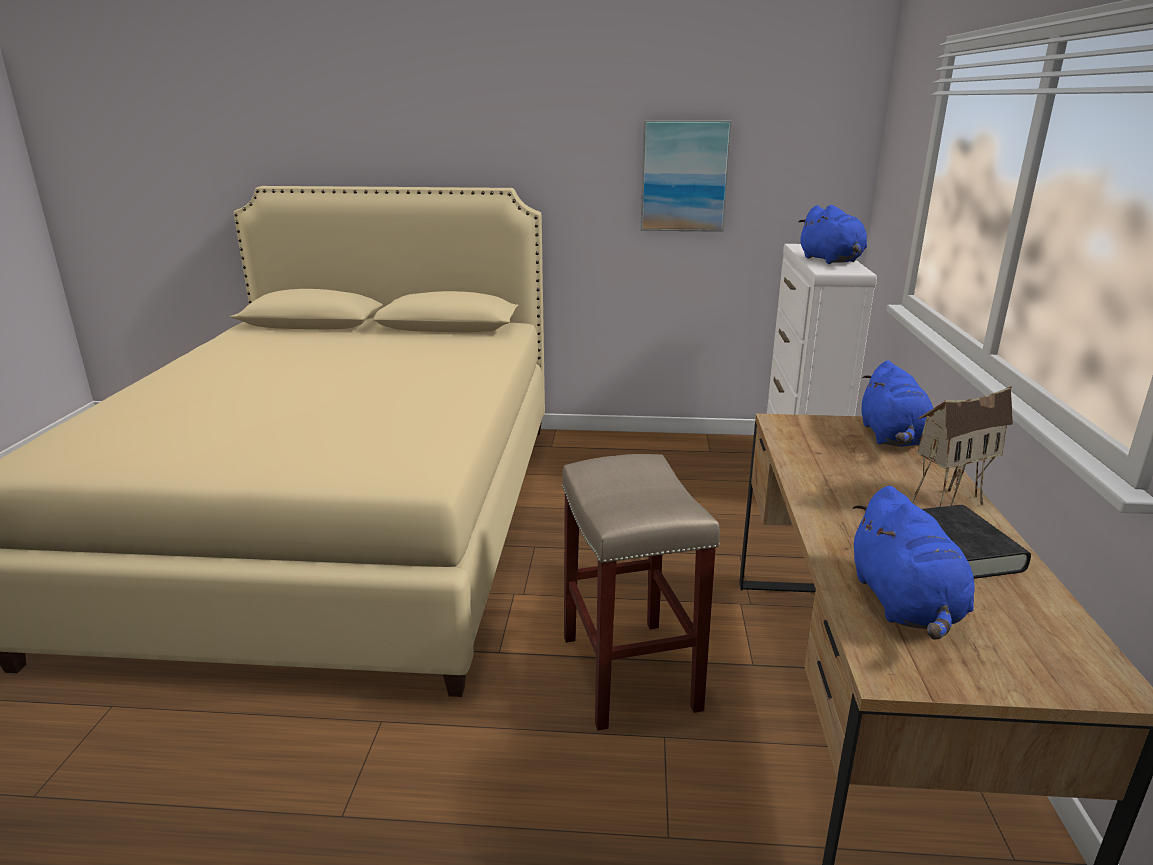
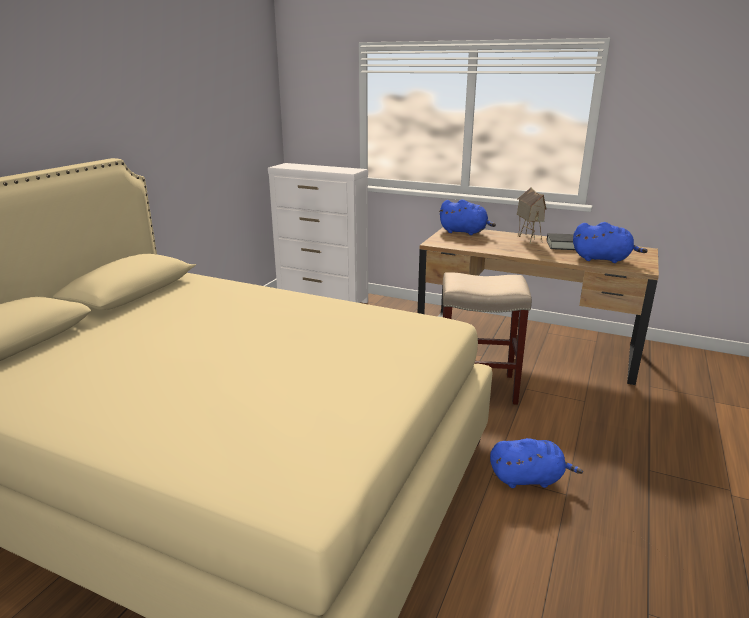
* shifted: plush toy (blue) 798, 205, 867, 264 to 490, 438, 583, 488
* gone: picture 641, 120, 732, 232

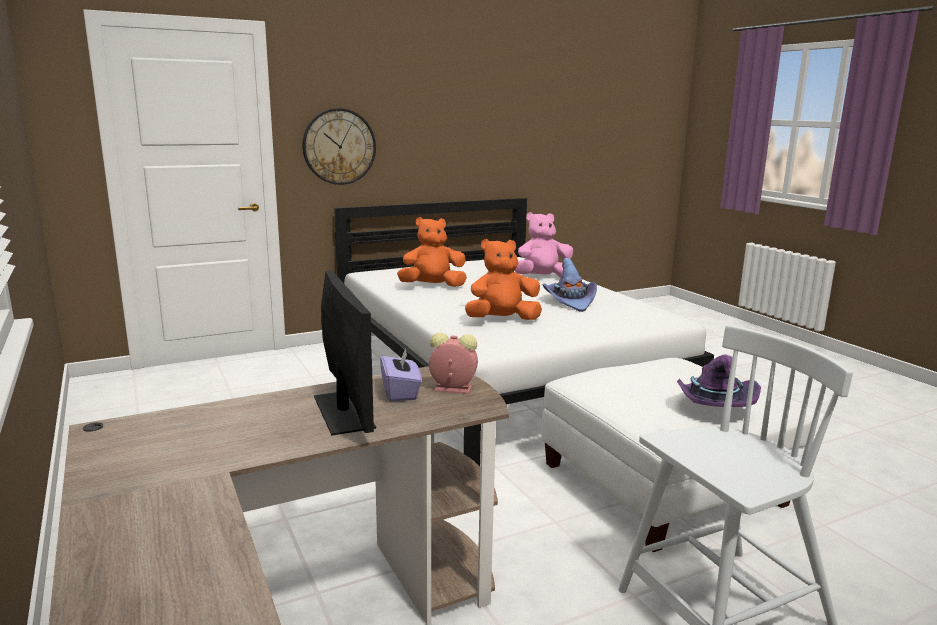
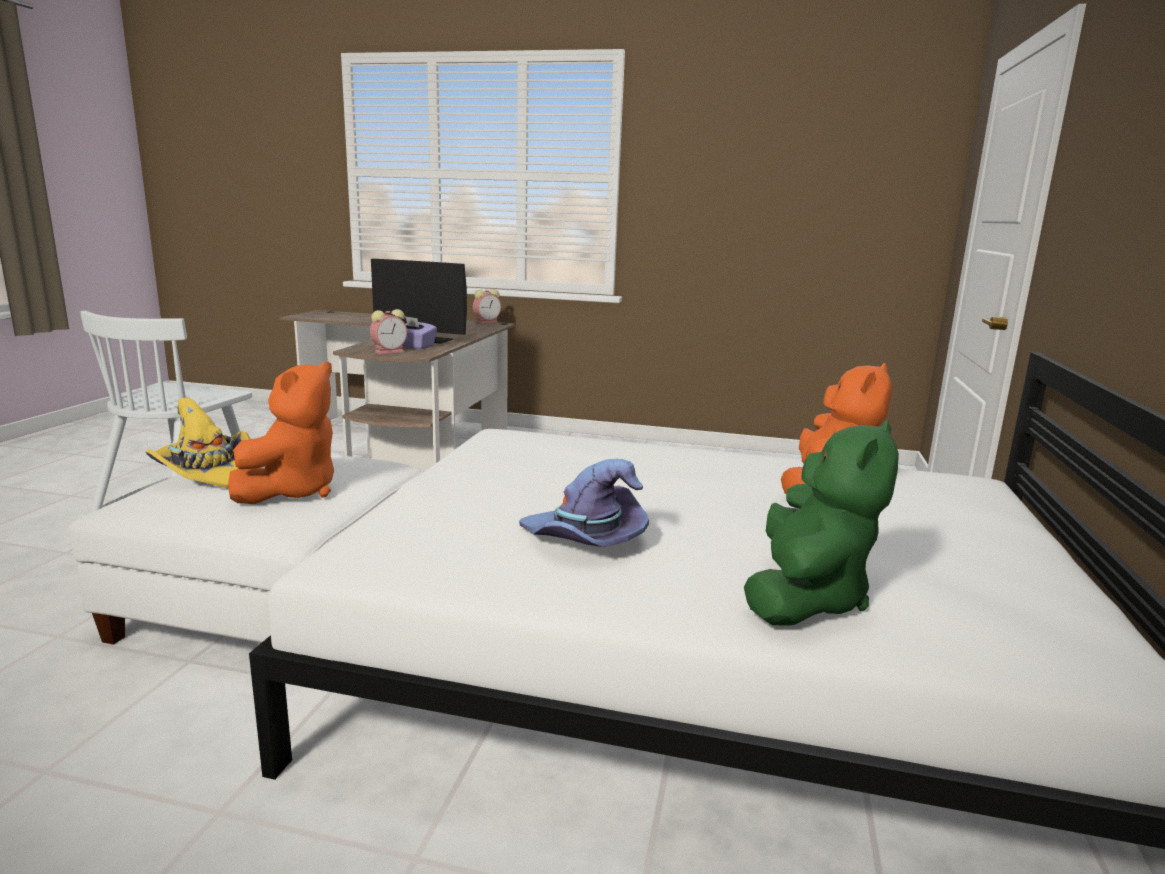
* repainted: hat (purple) 677, 354, 761, 407 to hat (yellow) 146, 398, 250, 488
* shifted: plush toy (orange) 465, 239, 542, 320 to 228, 362, 334, 504
* new: alarm clock 473, 289, 501, 324
* repainted: plush toy (pink) 514, 212, 573, 277 to plush toy (green) 744, 420, 899, 626
* gone: wall clock 302, 108, 376, 185

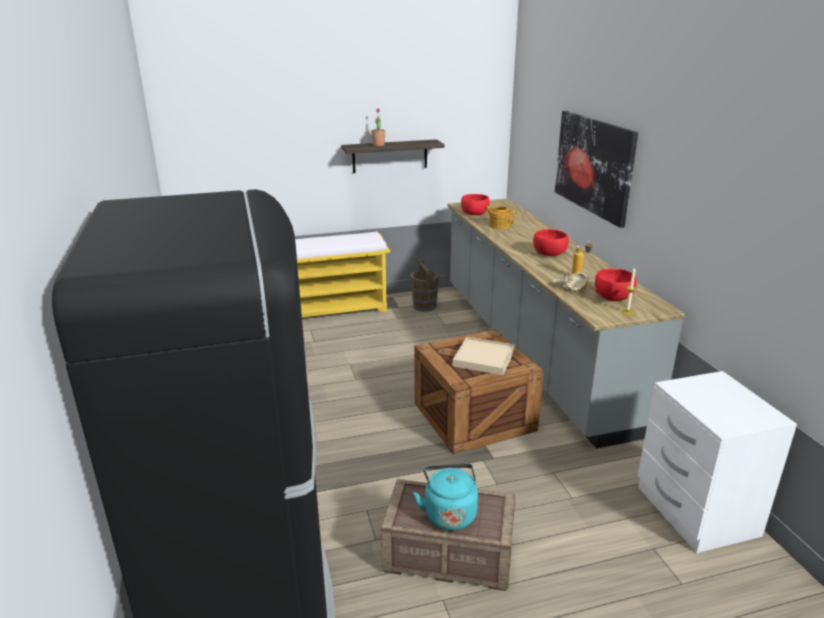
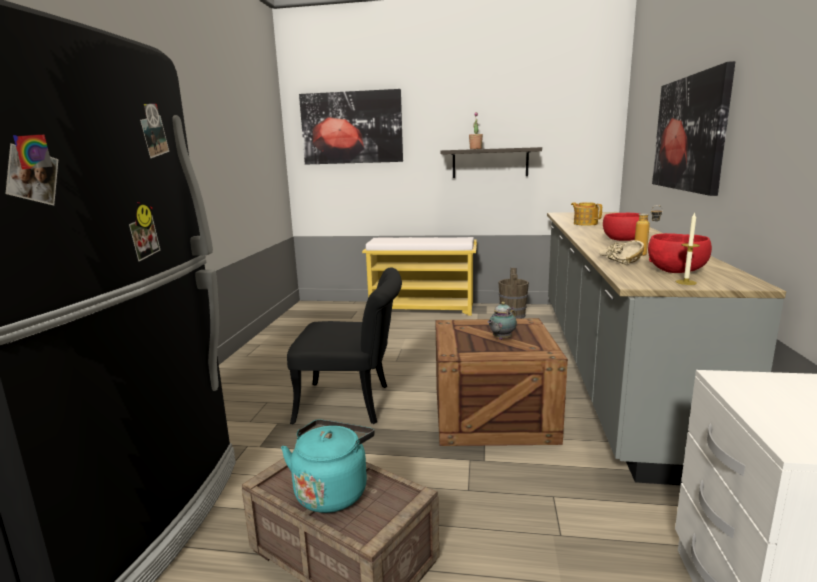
* new: chair (black) 287, 268, 402, 424
* new: picture 299, 89, 403, 165
* swapped: tray (beige) 453, 337, 515, 375 to teapot 488, 302, 517, 340
* gone: bowl (red) 461, 194, 489, 215

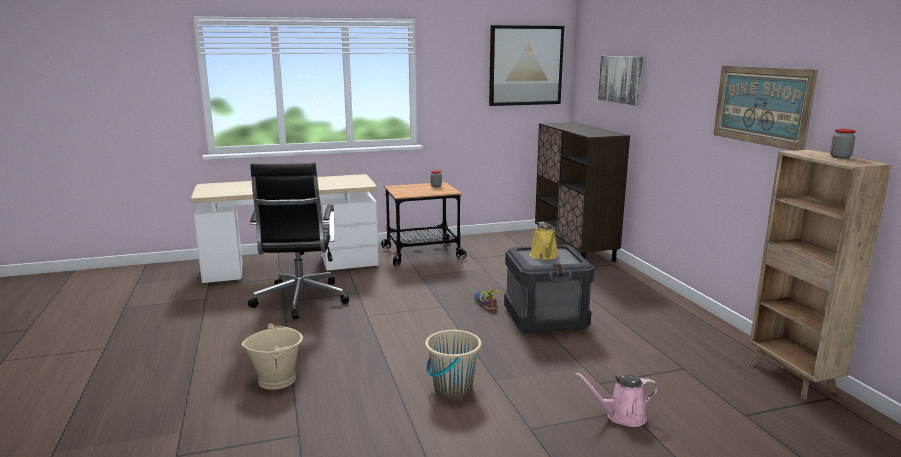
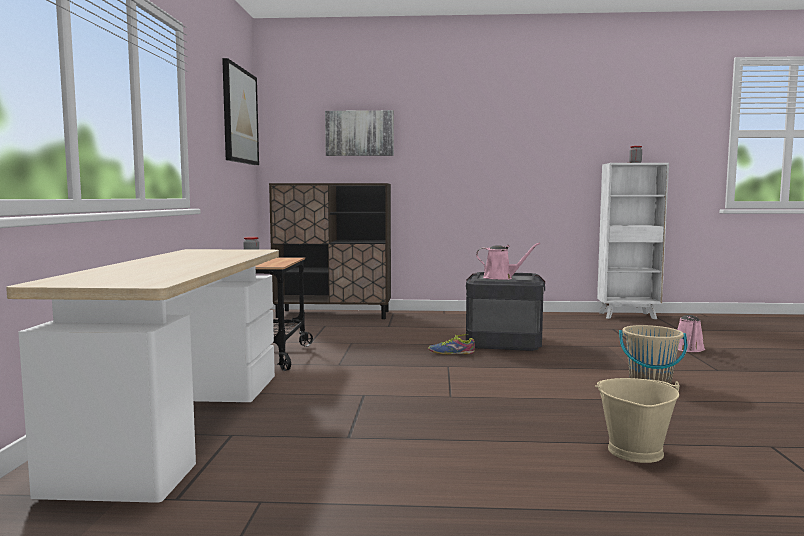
* repainted: watering can (yellow) 530, 222, 558, 260 to watering can (pink) 476, 242, 540, 280
* repainted: bookcase (brown) 749, 150, 892, 400 to bookcase (white) 597, 163, 669, 319
* gone: office chair (black) 248, 162, 349, 319
* gone: picture 713, 66, 818, 151

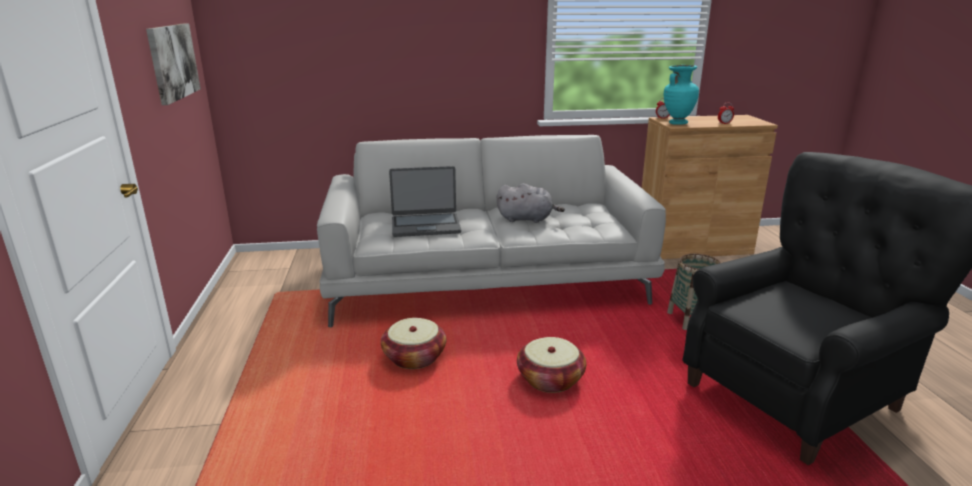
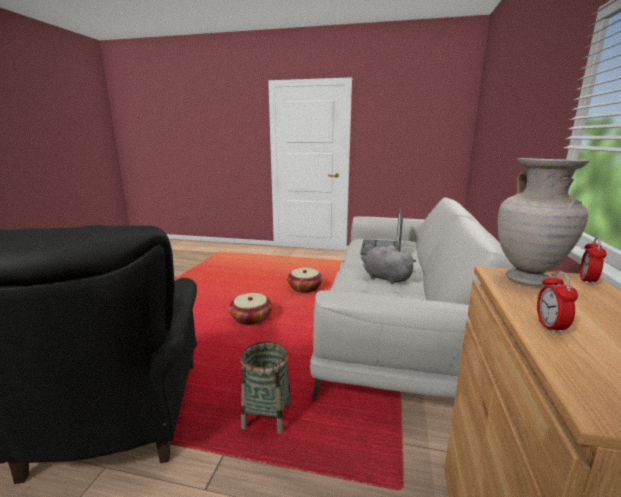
* rotated: plush toy (grey) 497, 183, 565, 223 = 362, 245, 416, 284 105 degrees clockwise
* repainted: vase (turquoise) 664, 65, 699, 125 to vase (beige) 498, 158, 590, 286
* gone: picture 146, 23, 201, 105

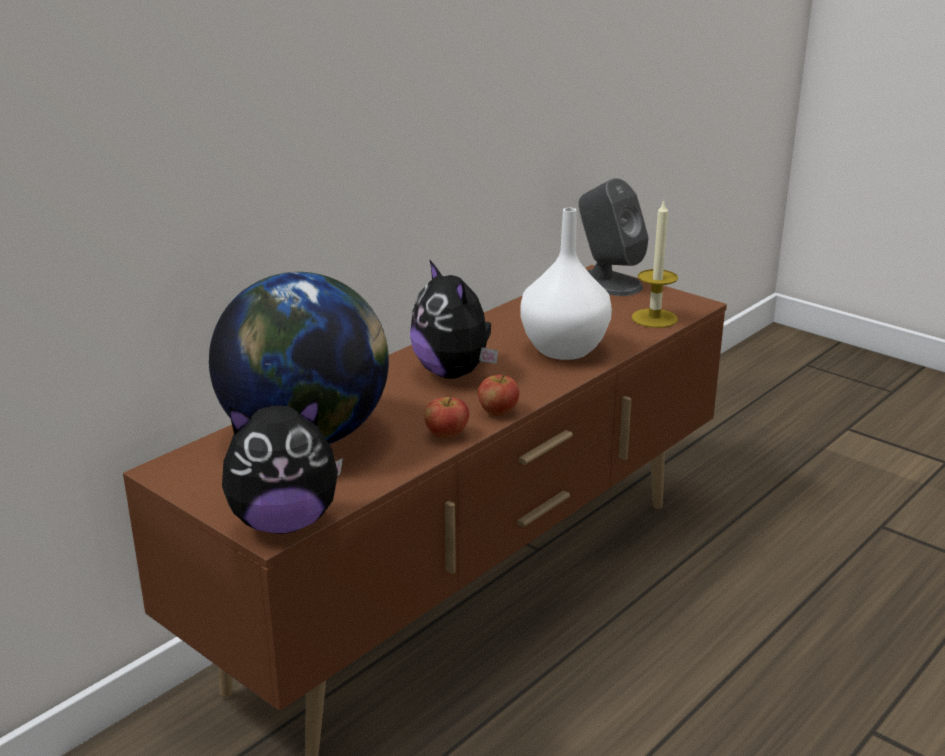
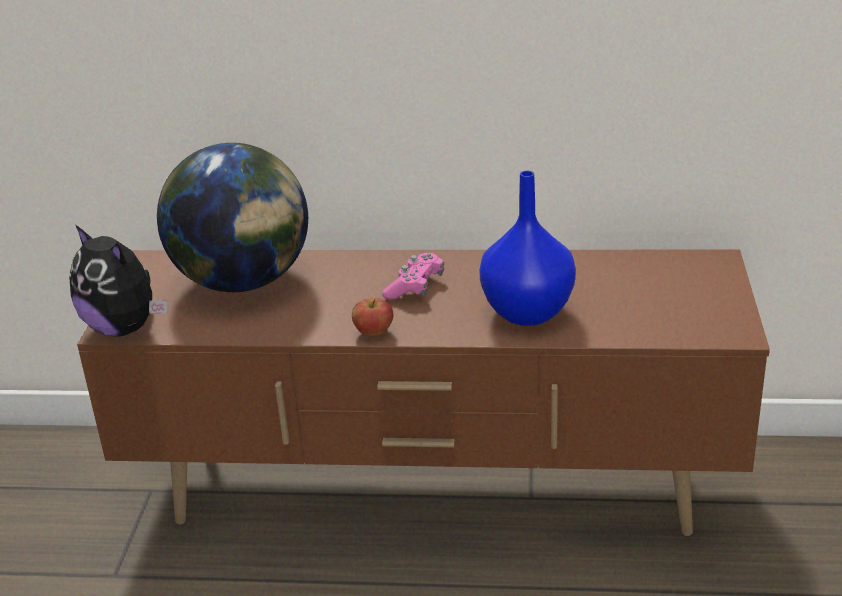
* swapped: plush toy 410, 260, 498, 379 to game controller (pink) 382, 253, 444, 300
* repainted: vase (white) 521, 208, 612, 360 to vase (blue) 479, 171, 576, 326
* gone: apple 424, 396, 469, 438
* gone: speaker (grey) 579, 178, 649, 296
* gone: candle 631, 201, 678, 328

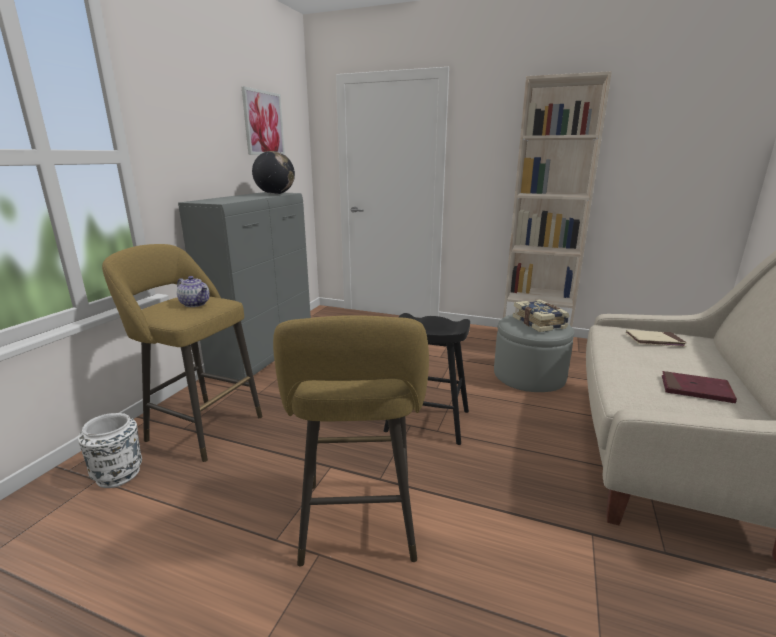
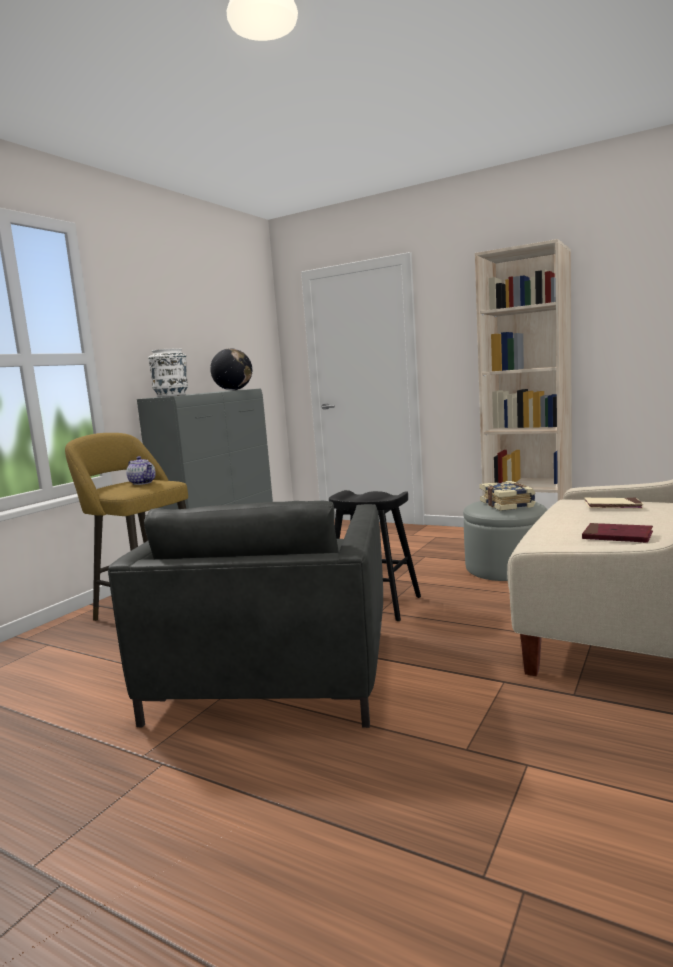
* swapped: stool (yellow) 273, 315, 429, 567 to armchair (grey) 108, 501, 383, 728
* shifted: vase (white) 78, 413, 142, 488 to 148, 349, 188, 397
* gone: picture 242, 87, 285, 155

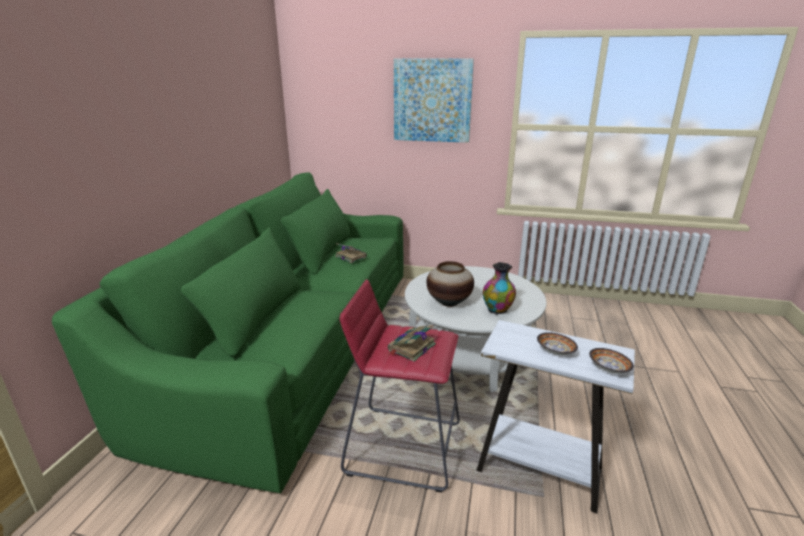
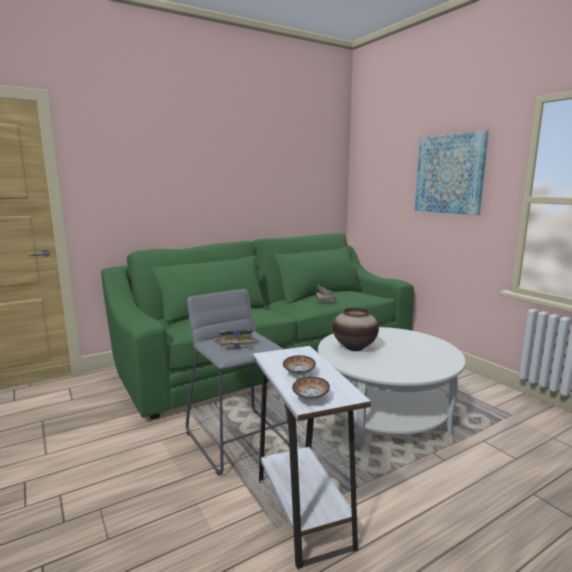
* repainted: stool (red) 339, 279, 460, 492 to stool (grey) 186, 289, 289, 476
* gone: vase 483, 262, 516, 315

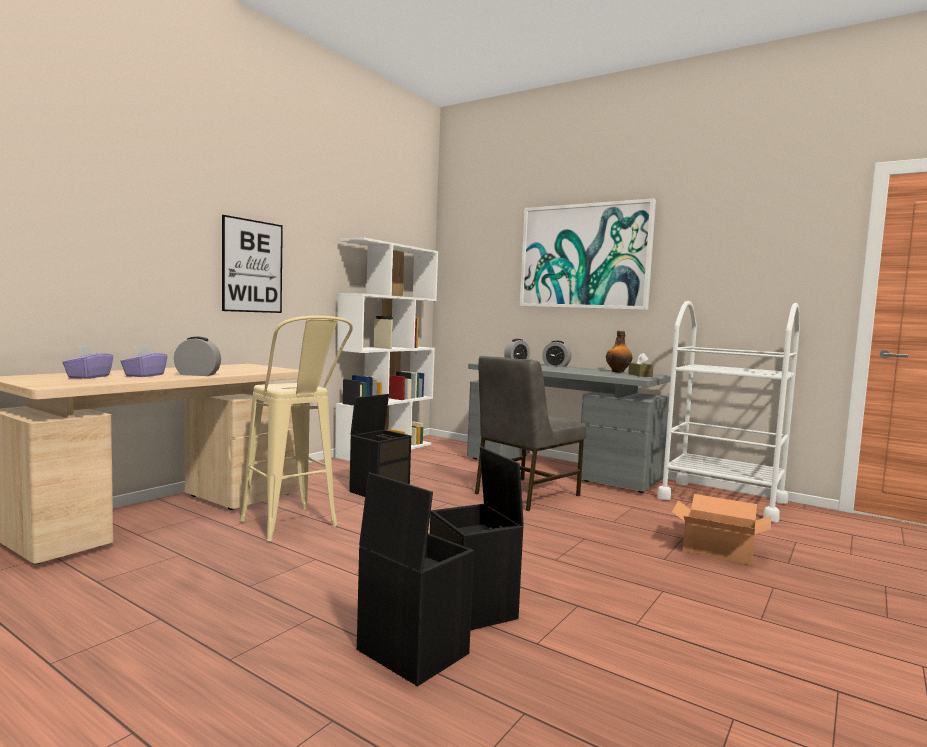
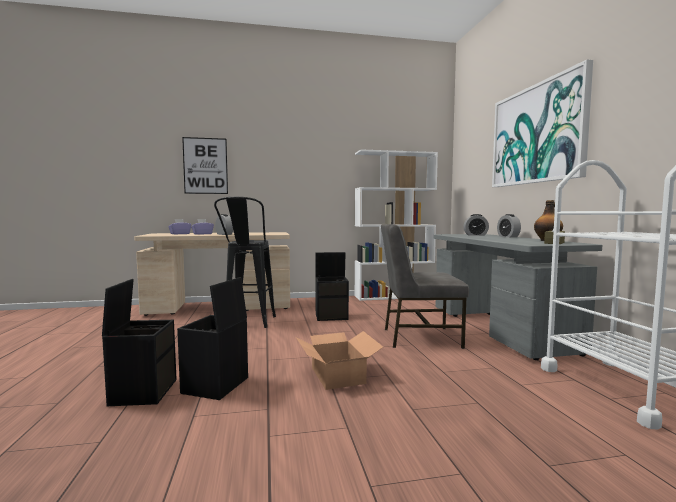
* shifted: picture 222, 215, 283, 313 to 182, 137, 228, 194
* repainted: stool (beige) 240, 316, 353, 541 to stool (black) 214, 197, 276, 328
* shifted: cardboard box 672, 494, 771, 565 to 296, 331, 383, 390

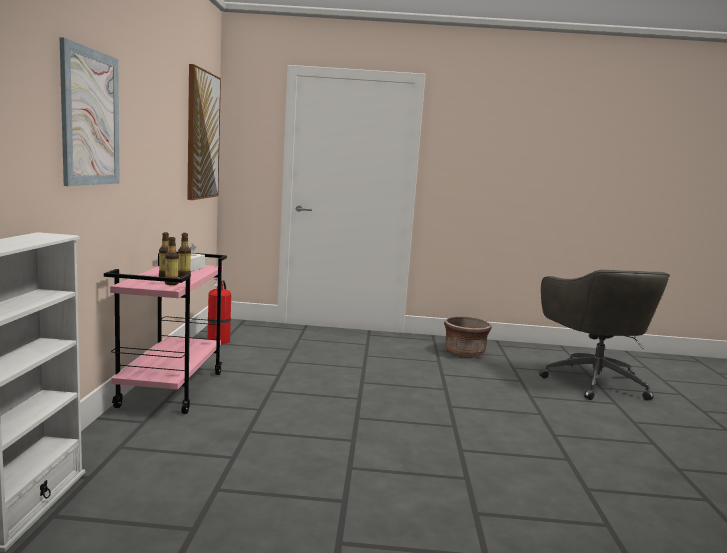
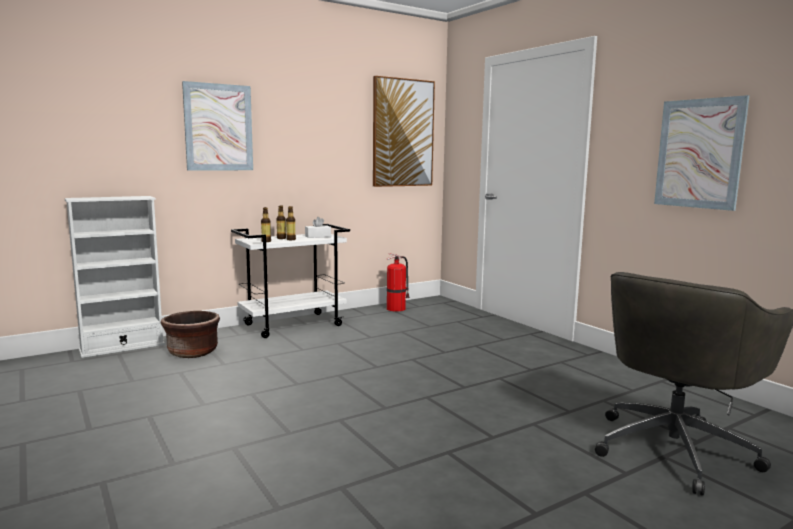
* shifted: planter (brown) 444, 317, 492, 358 to 161, 311, 220, 358
* repainted: cart (pink) 104, 252, 227, 414 to cart (white) 231, 224, 350, 338
* new: picture 654, 95, 750, 211

